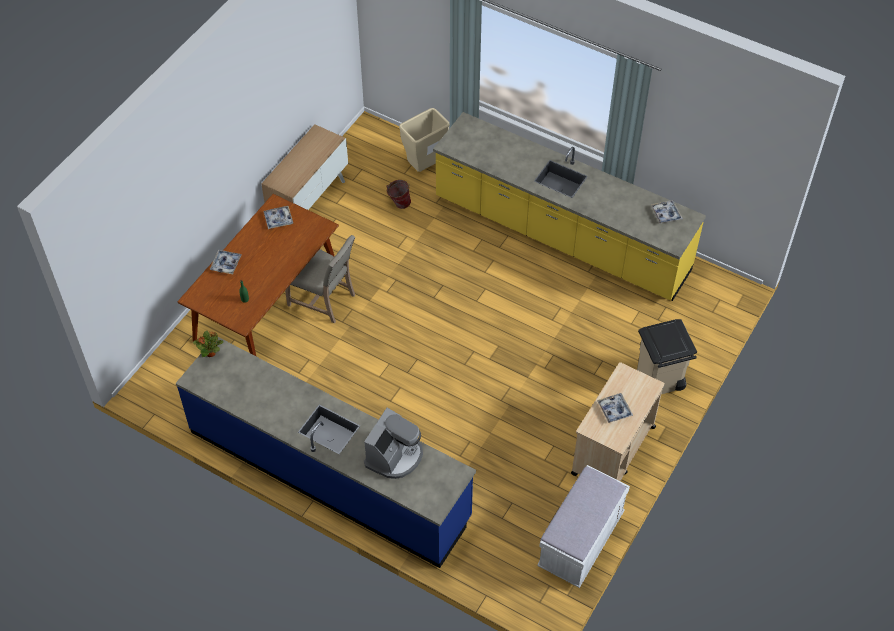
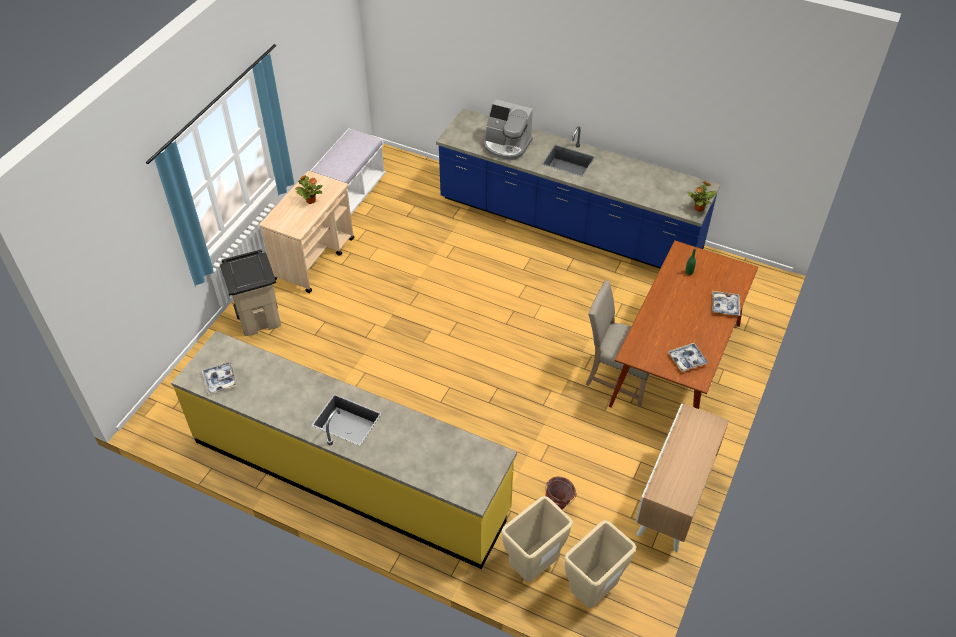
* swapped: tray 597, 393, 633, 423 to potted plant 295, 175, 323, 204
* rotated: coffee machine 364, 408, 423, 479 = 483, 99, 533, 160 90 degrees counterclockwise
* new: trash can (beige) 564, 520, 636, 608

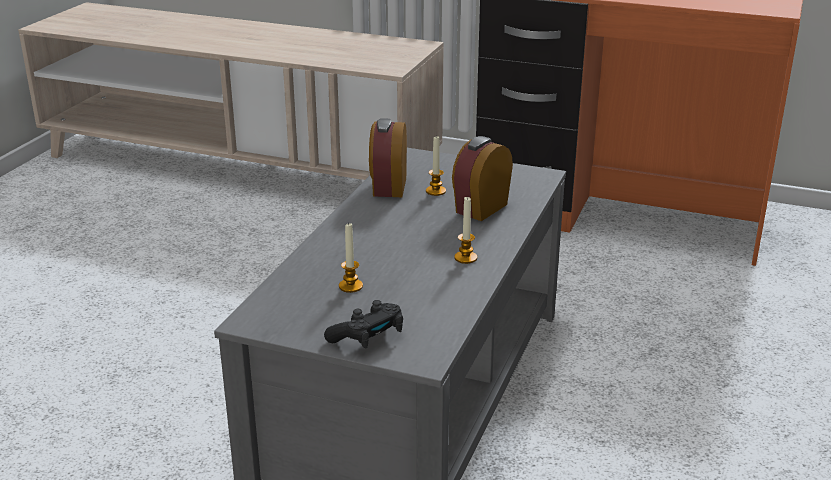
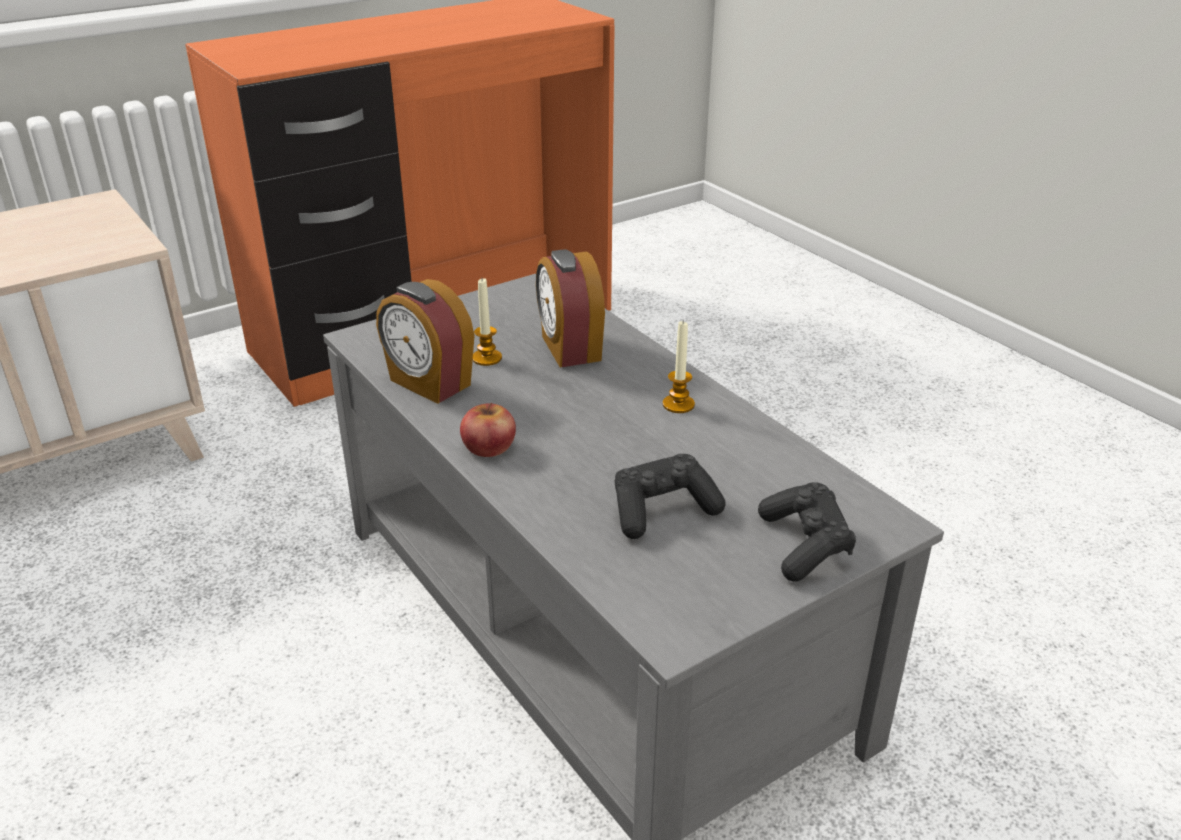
* new: apple 460, 403, 516, 457
* swapped: candle 339, 222, 363, 293 to game controller (black) 615, 454, 726, 539

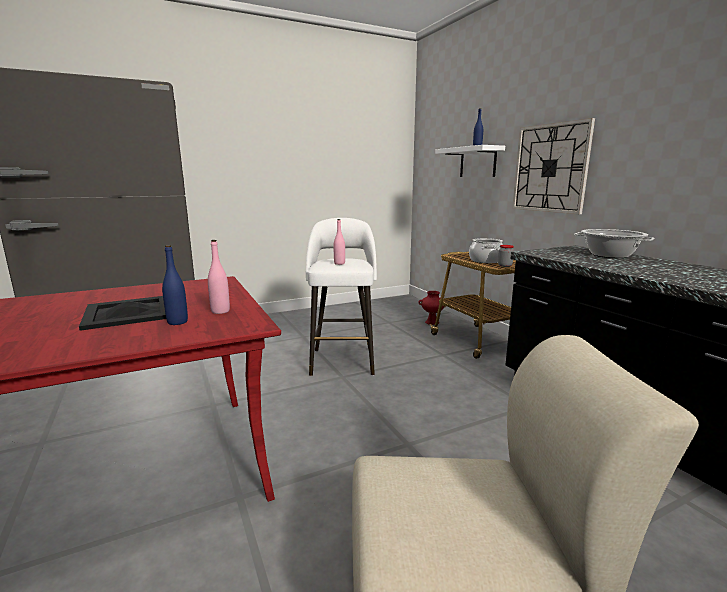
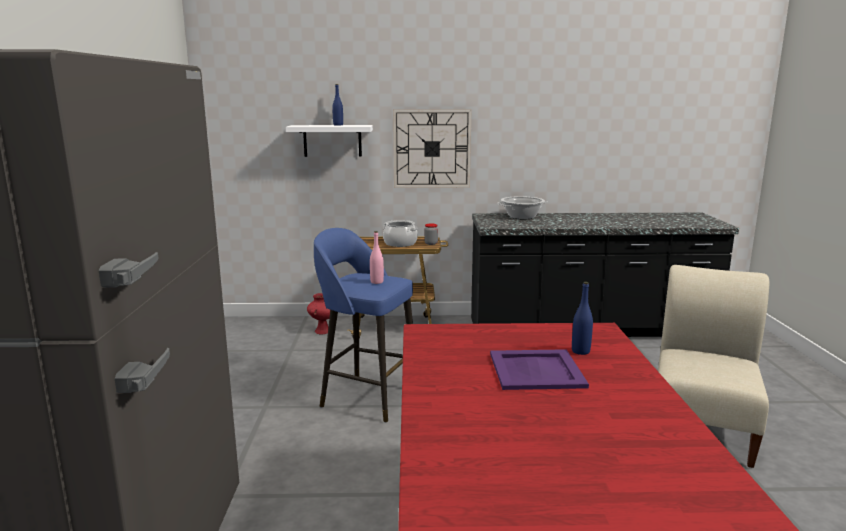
* repainted: stool (white) 306, 218, 377, 376 to stool (blue) 314, 228, 413, 423
* repainted: tray (black) 79, 296, 166, 331 to tray (purple) 490, 349, 589, 390
* gone: bottle (pink) 208, 240, 230, 314

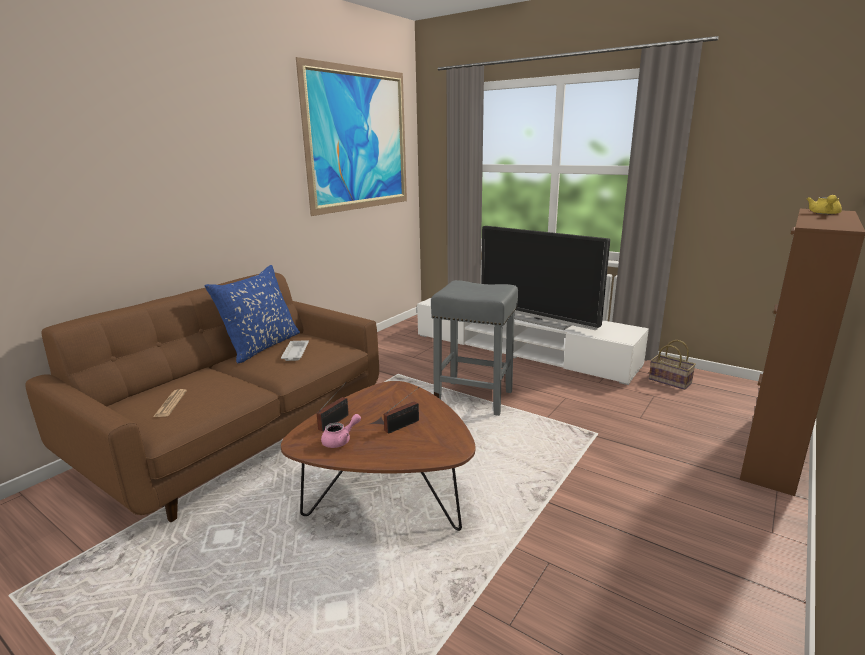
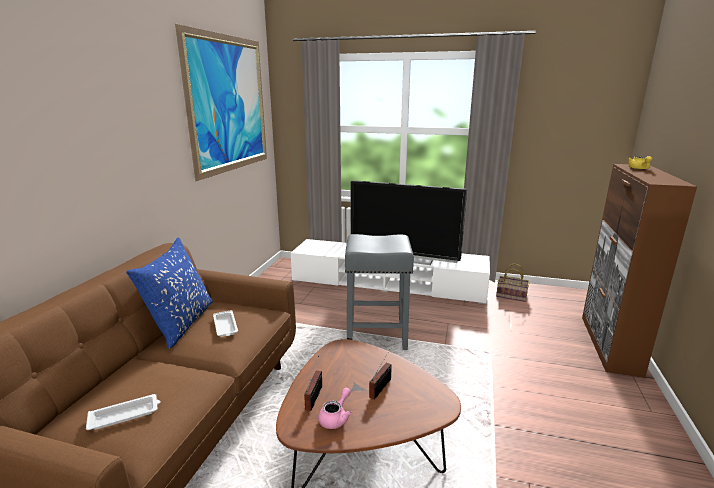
* swapped: newspaper 153, 389, 187, 417 to tray (white) 86, 394, 160, 430

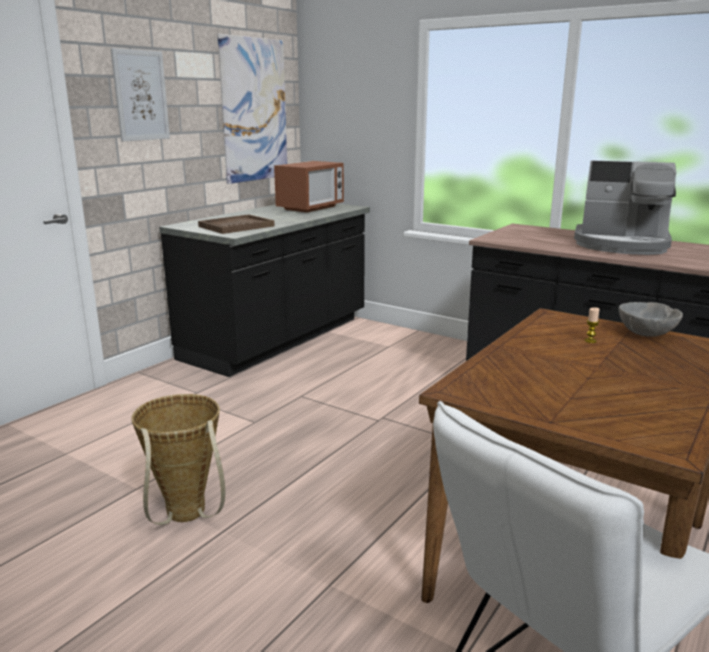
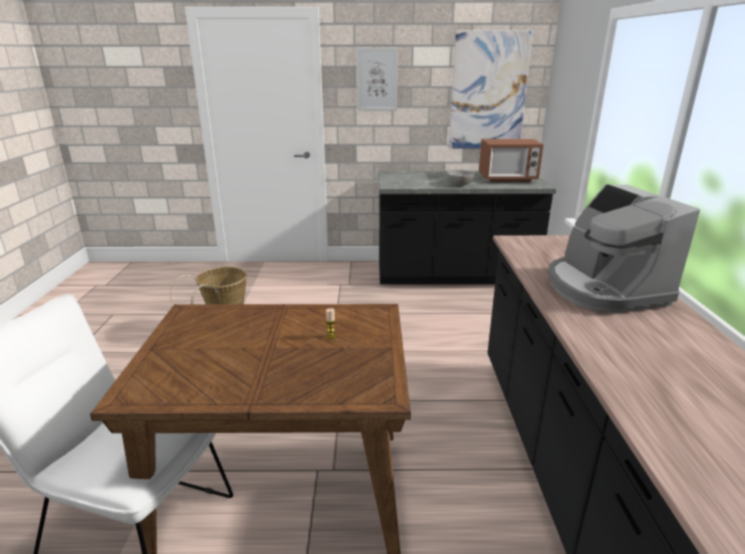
* shifted: bowl (grey) 619, 302, 683, 337 to 447, 170, 475, 186
* gone: tray (brown) 198, 214, 275, 234

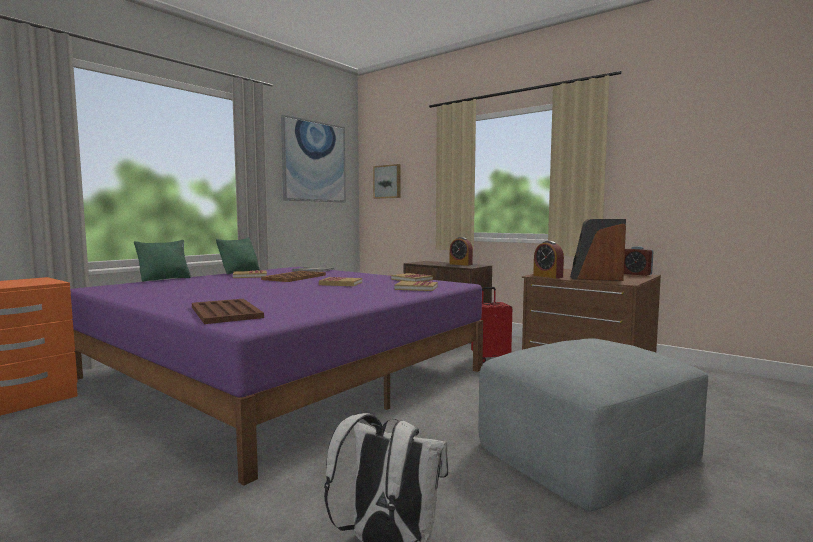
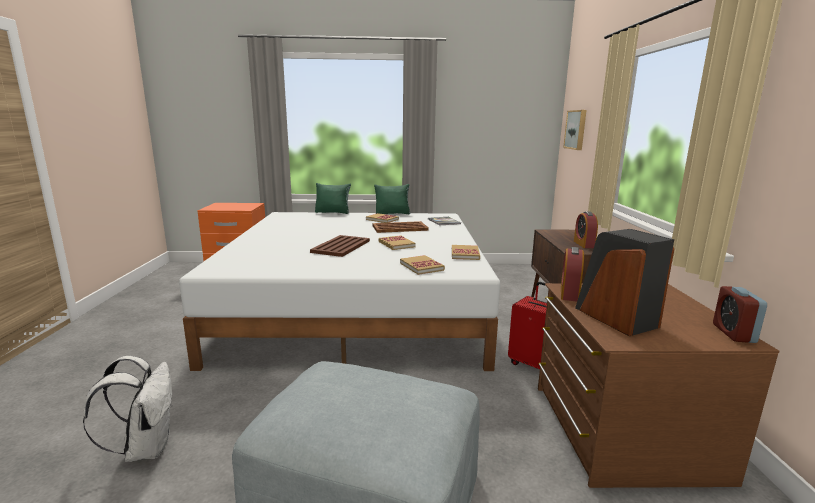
* repainted: bed (purple) 70, 267, 483, 486 to bed (white) 179, 212, 500, 371
* shifted: tray (brown) 192, 299, 264, 324 to 310, 235, 370, 257
* gone: picture 281, 115, 346, 202

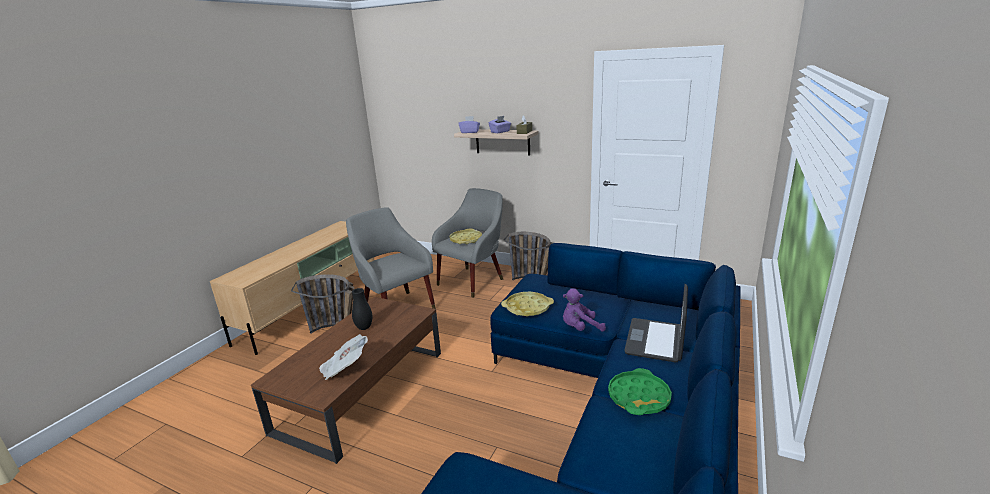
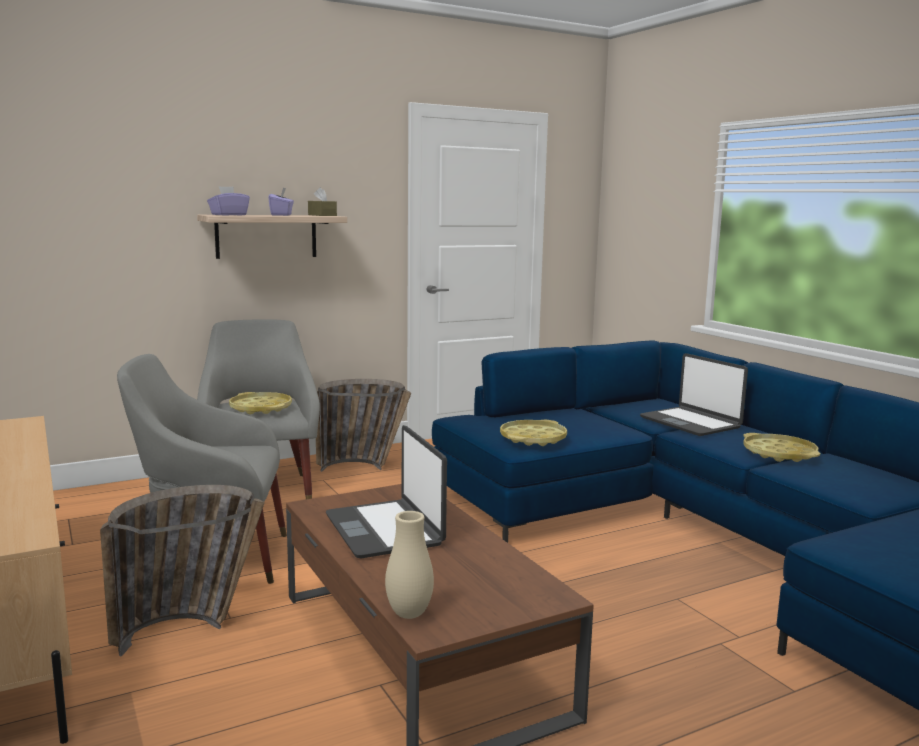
* swapped: vase (black) 352, 288, 372, 330 to laptop 326, 425, 447, 558
* new: vase (beige) 385, 511, 434, 619
* repainted: tray (green) 608, 368, 672, 415 to tray (yellow) 743, 433, 820, 462
* gone: newspaper 319, 334, 368, 380
* gone: plush toy (purple) 563, 288, 606, 332

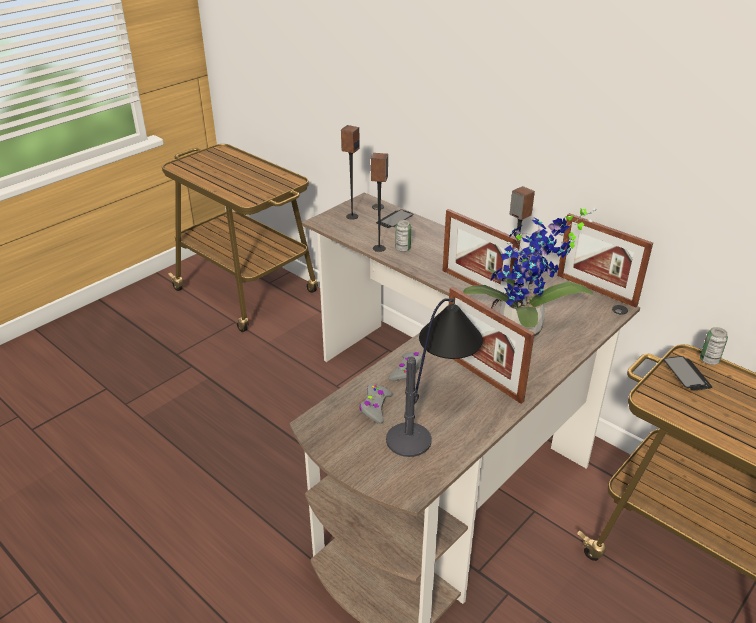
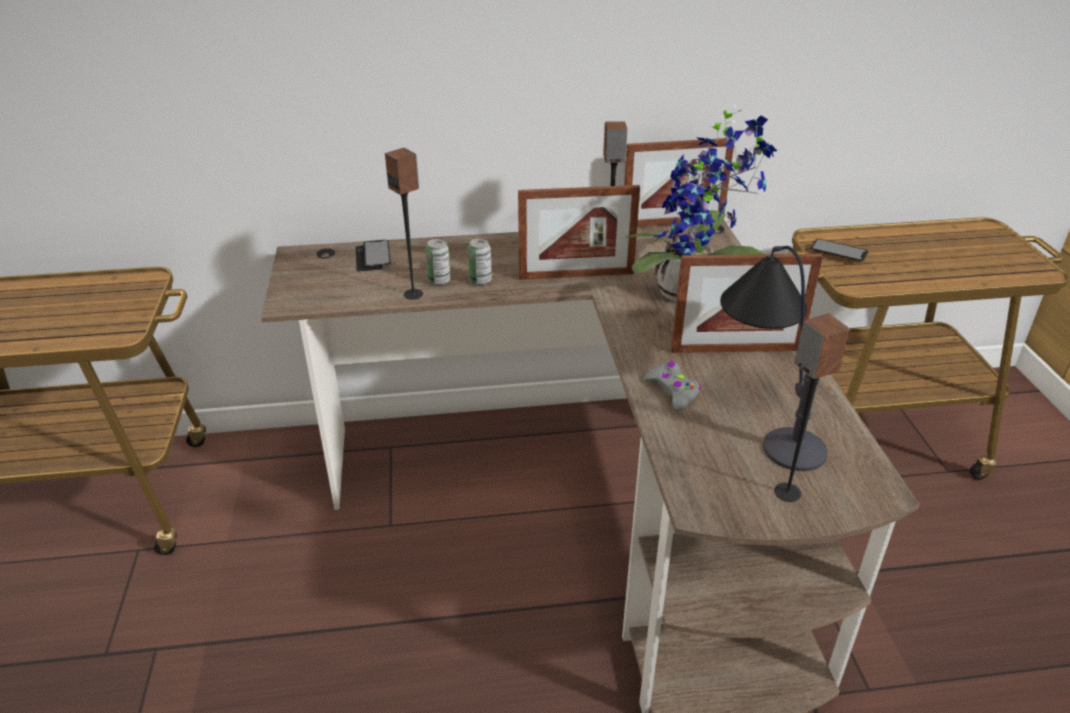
* shifted: can 700, 327, 728, 365 to 468, 238, 492, 285
* shifted: speaker 341, 125, 360, 220 to 774, 313, 850, 502
* gone: game controller (grey) 359, 384, 393, 424

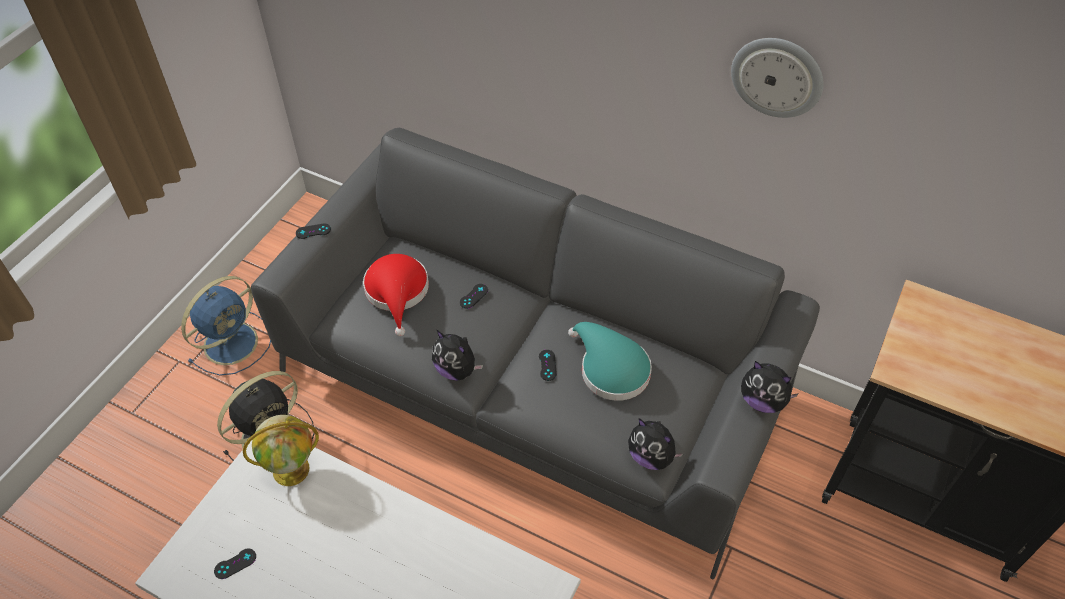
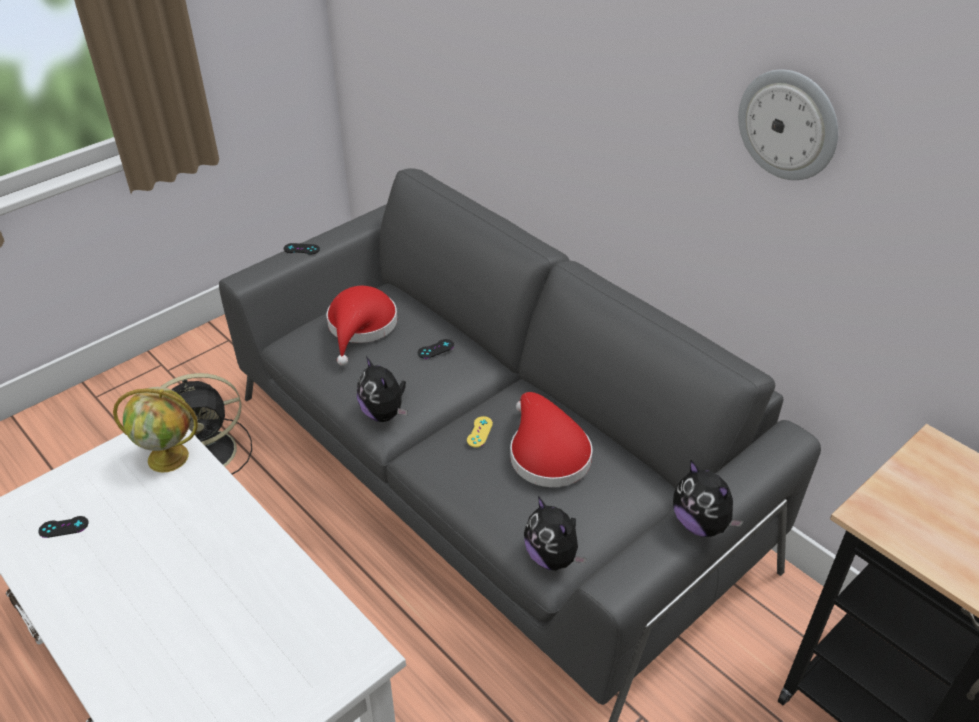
* repainted: game controller (black) 539, 350, 557, 381 to game controller (yellow) 467, 416, 493, 447
* repainted: hat (turquoise) 568, 322, 652, 401 to hat (red) 510, 392, 593, 487
* gone: fan (blue) 181, 276, 271, 376

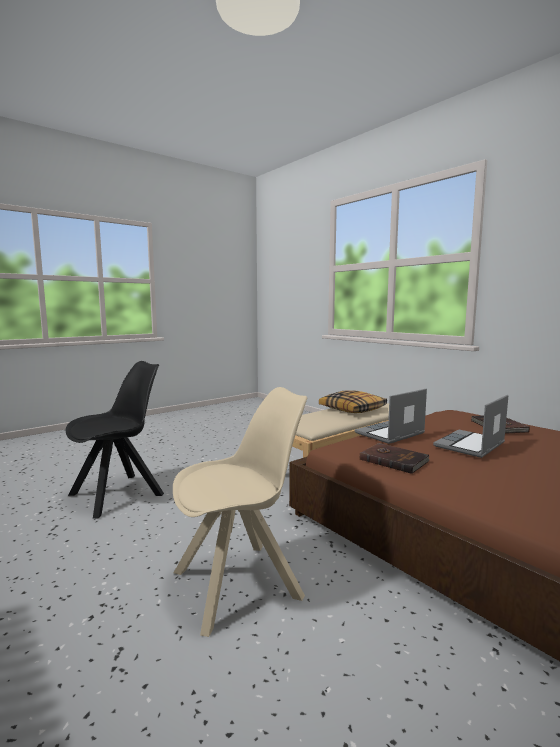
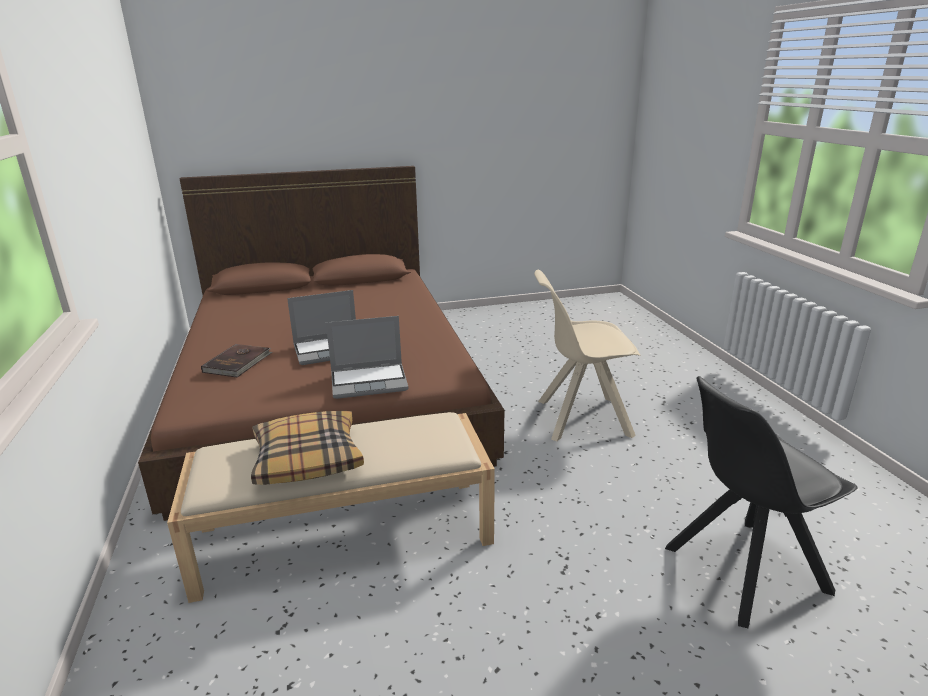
* gone: book (brown) 360, 443, 430, 474

